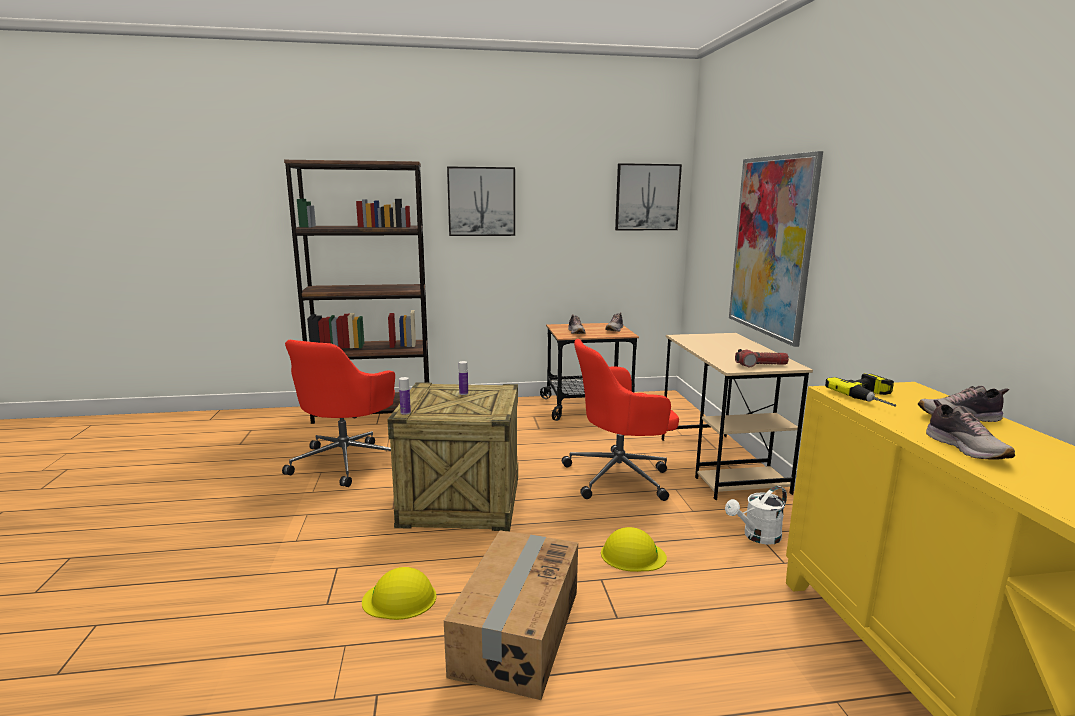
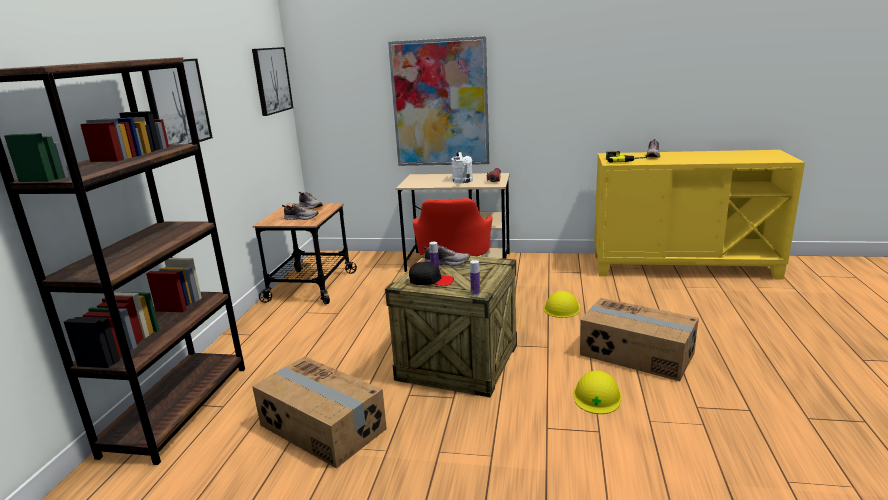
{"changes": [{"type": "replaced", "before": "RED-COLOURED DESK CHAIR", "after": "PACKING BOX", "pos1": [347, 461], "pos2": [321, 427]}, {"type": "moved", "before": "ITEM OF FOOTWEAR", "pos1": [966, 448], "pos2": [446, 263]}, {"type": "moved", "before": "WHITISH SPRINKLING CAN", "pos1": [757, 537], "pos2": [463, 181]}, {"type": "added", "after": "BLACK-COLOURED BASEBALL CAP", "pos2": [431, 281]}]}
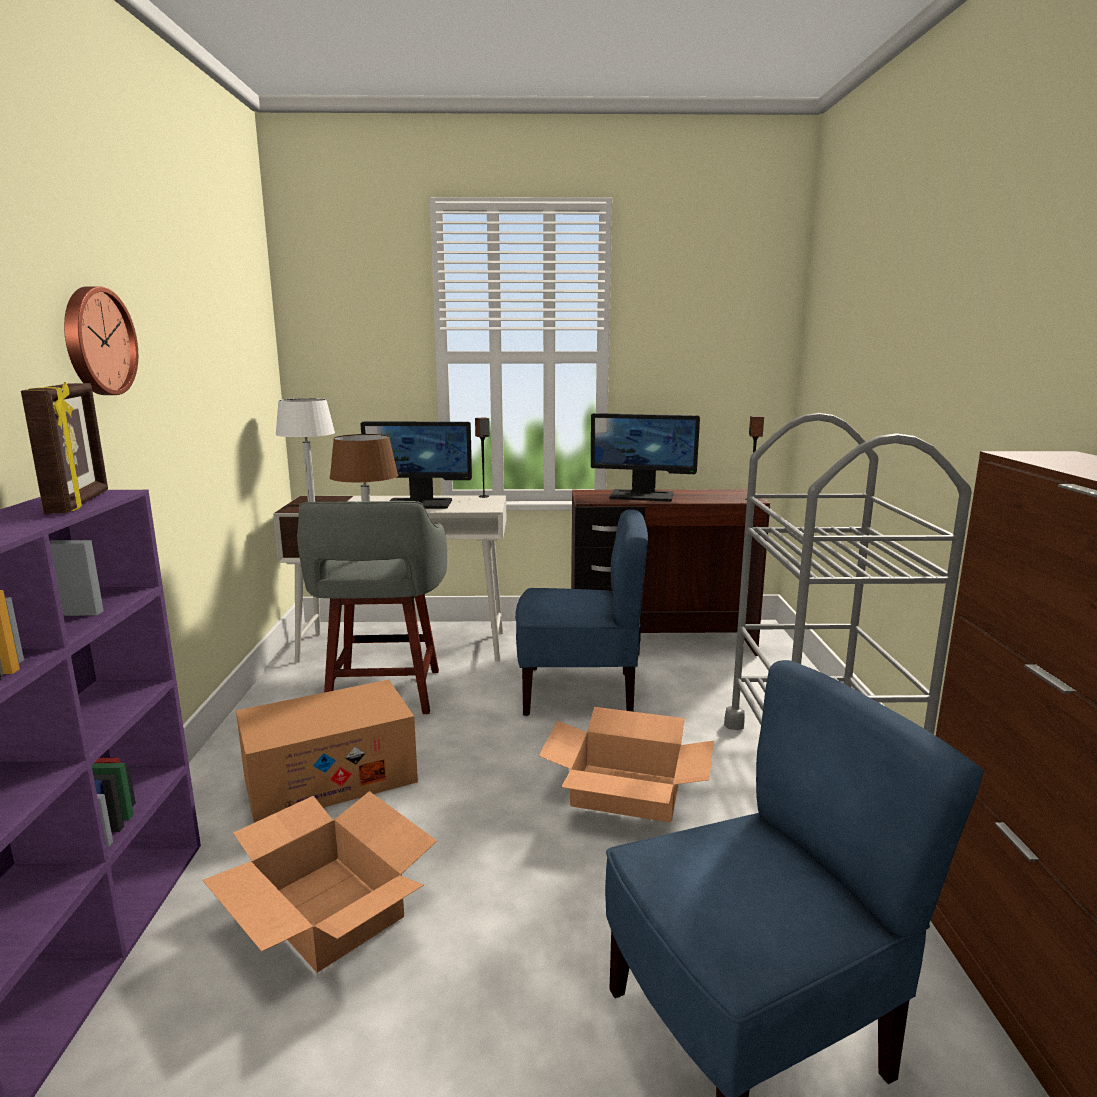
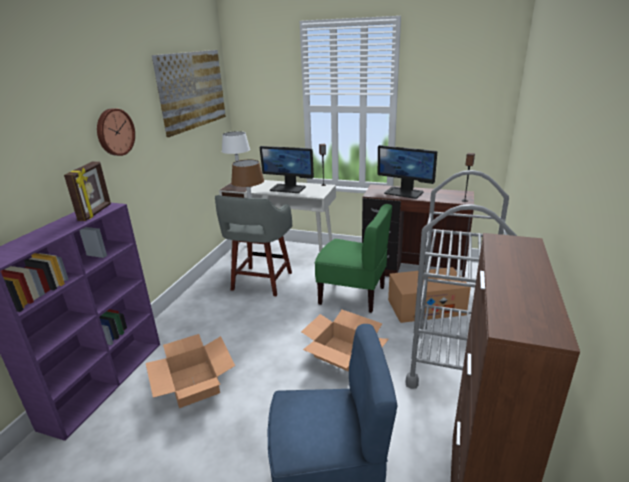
{"changes": [{"type": "recoloured", "before": "BLUE-COLOURED CHAIR", "after": "GREENISH CHAIR", "pos1": [579, 692], "pos2": [352, 295]}, {"type": "moved", "before": "PACKING BOX", "pos1": [330, 778], "pos2": [426, 307]}, {"type": "added", "after": "WALL ART", "pos2": [192, 90]}]}
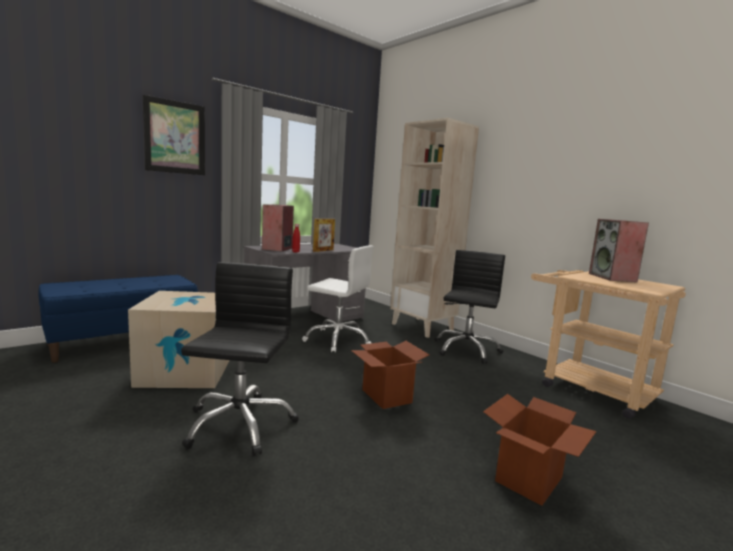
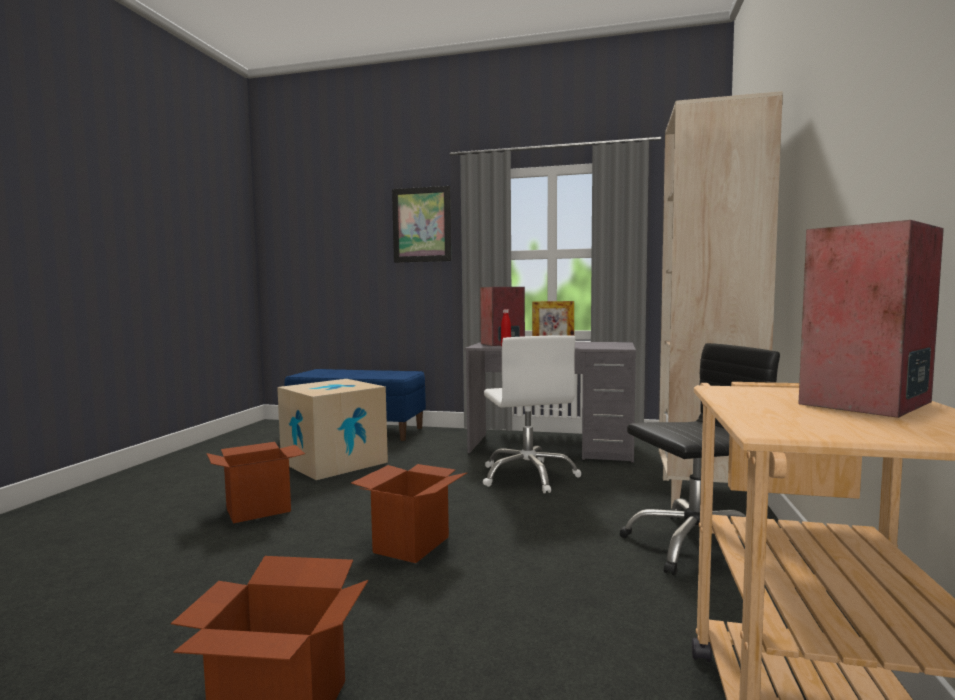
{"changes": [{"type": "replaced", "before": "BLACK-COLOURED DESK CHAIR", "after": "PACKING BOX", "pos1": [239, 424], "pos2": [259, 510]}]}
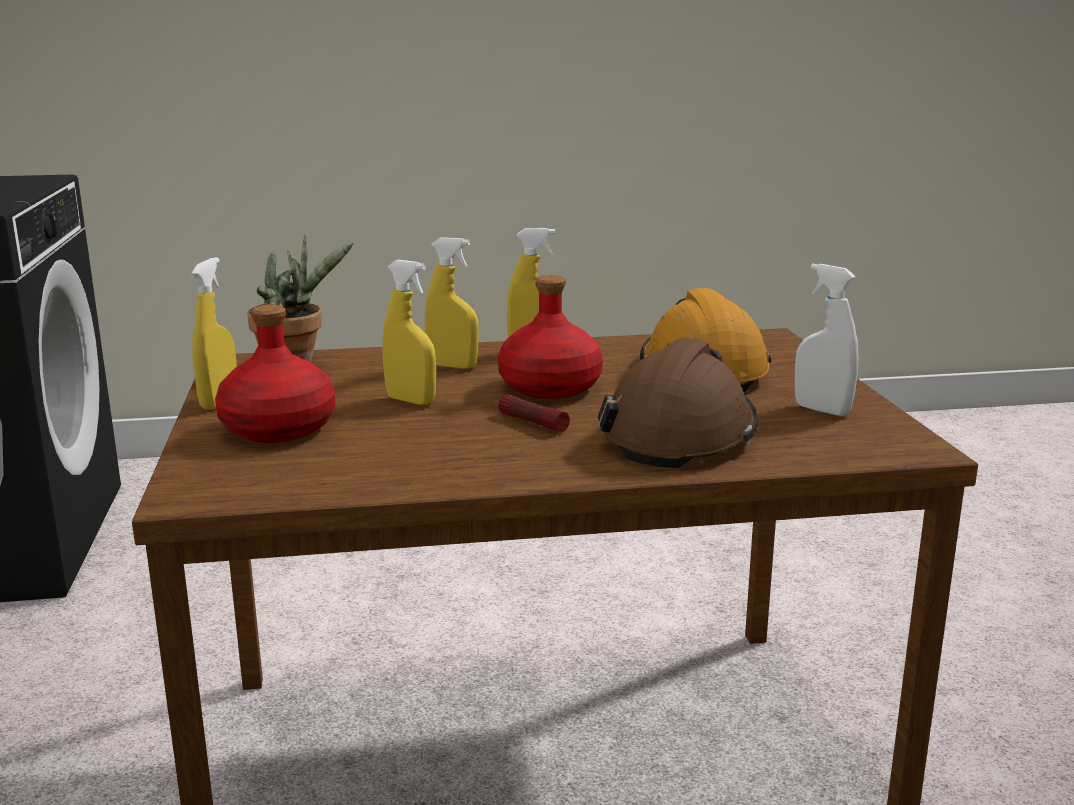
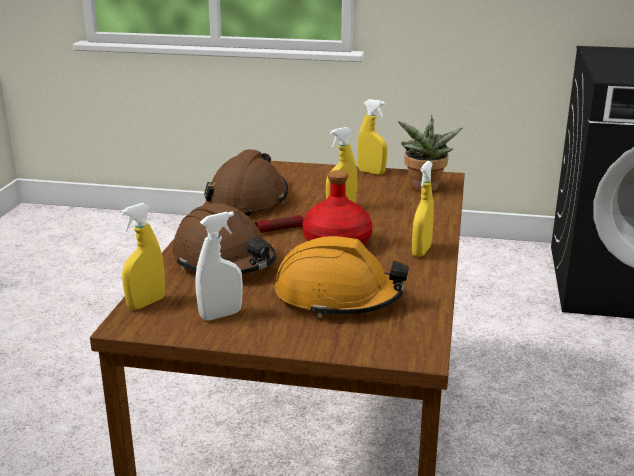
{"changes": [{"type": "moved", "before": "YELLOW-COLOURED HAND SPRAYER", "pos1": [452, 366], "pos2": [146, 303]}, {"type": "removed", "before": "RED-COLOURED DRINK BOTTLE", "pos1": [279, 428]}, {"type": "added", "after": "BROWN WORK HELMET", "pos2": [248, 200]}]}
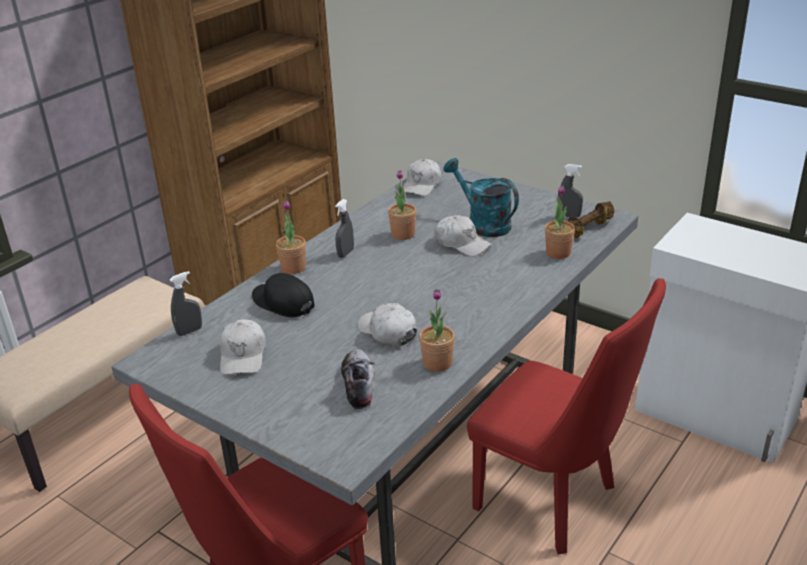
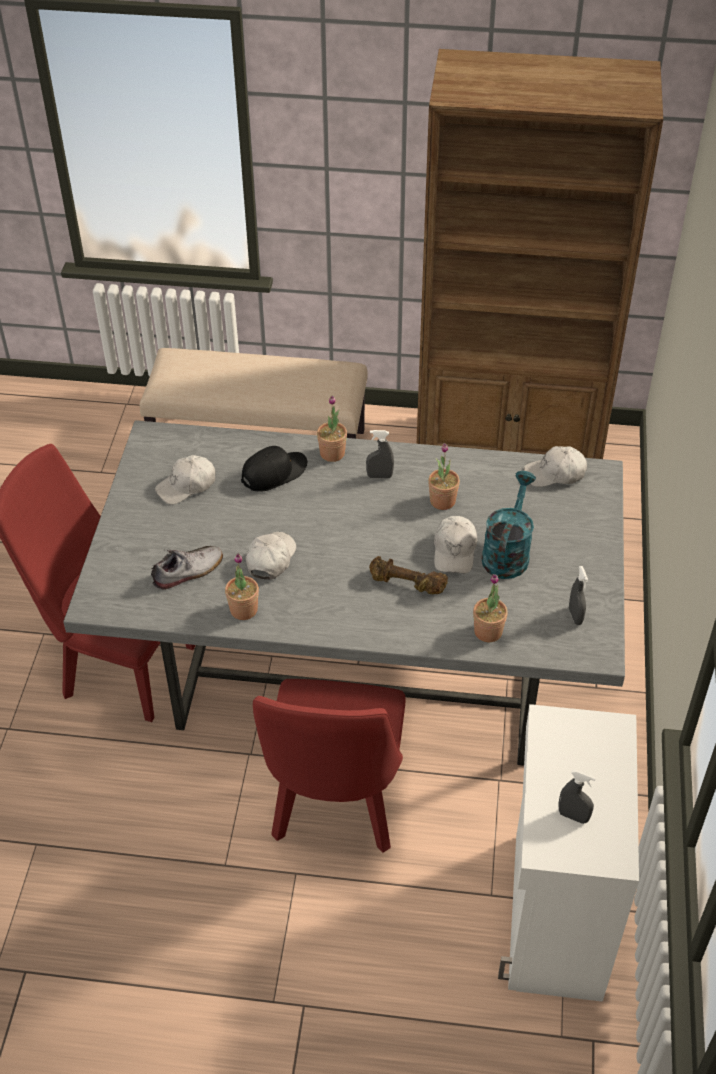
{"changes": [{"type": "moved", "before": "BROWN DUMBBELL", "pos1": [587, 229], "pos2": [406, 584]}, {"type": "moved", "before": "GREYISH HAND SPRAYER", "pos1": [189, 331], "pos2": [573, 816]}, {"type": "turned", "before": "BLACK-COLOURED BASEBALL CAP", "pos1": [283, 302], "pos2": [274, 473], "turn": 45}]}
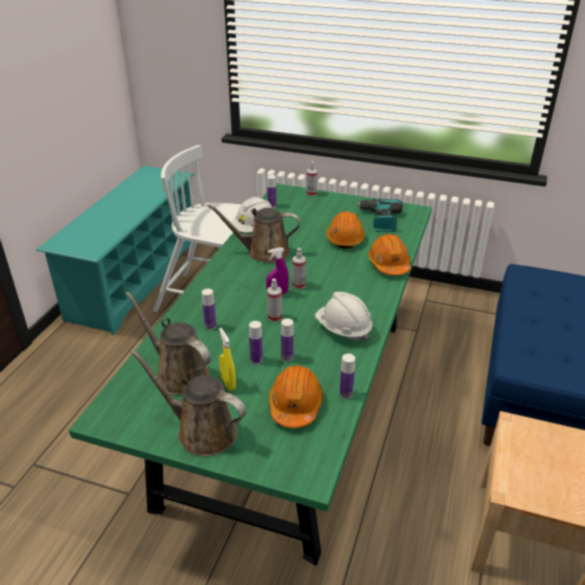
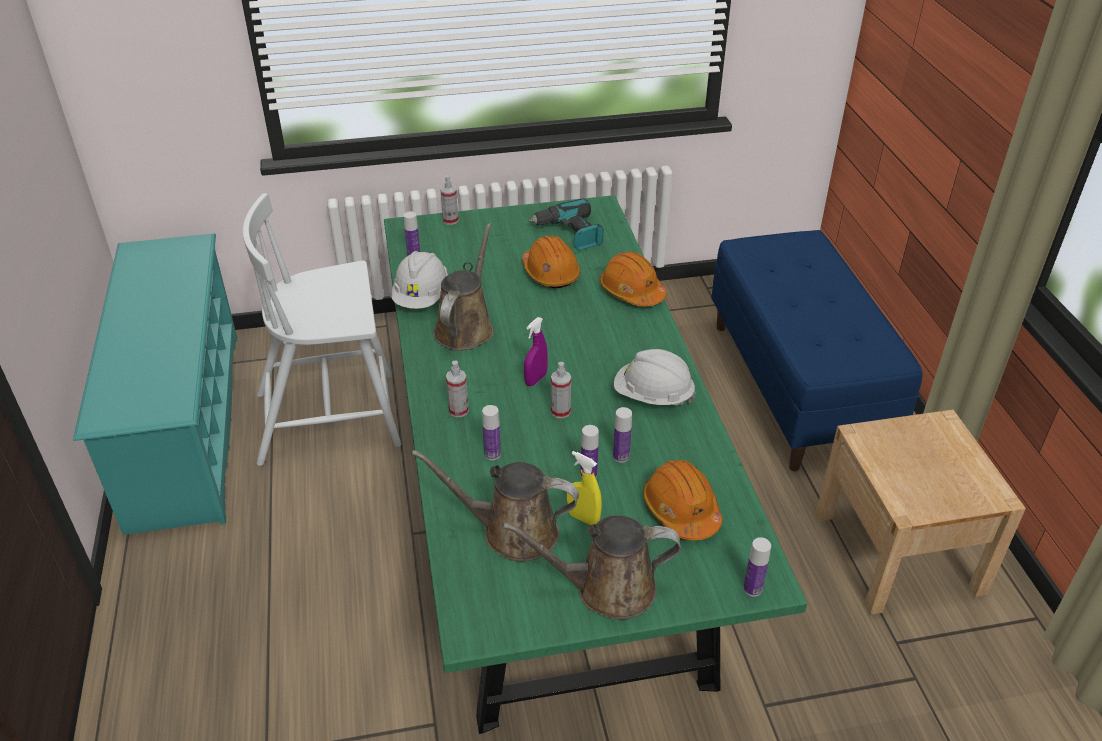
{"changes": [{"type": "turned", "before": "BROWN SPRINKLING CAN", "pos1": [264, 252], "pos2": [466, 327], "turn": 135}, {"type": "moved", "before": "HAND SPRAYER", "pos1": [298, 285], "pos2": [458, 410]}, {"type": "moved", "before": "DRINK BOTTLE", "pos1": [346, 394], "pos2": [752, 588]}]}
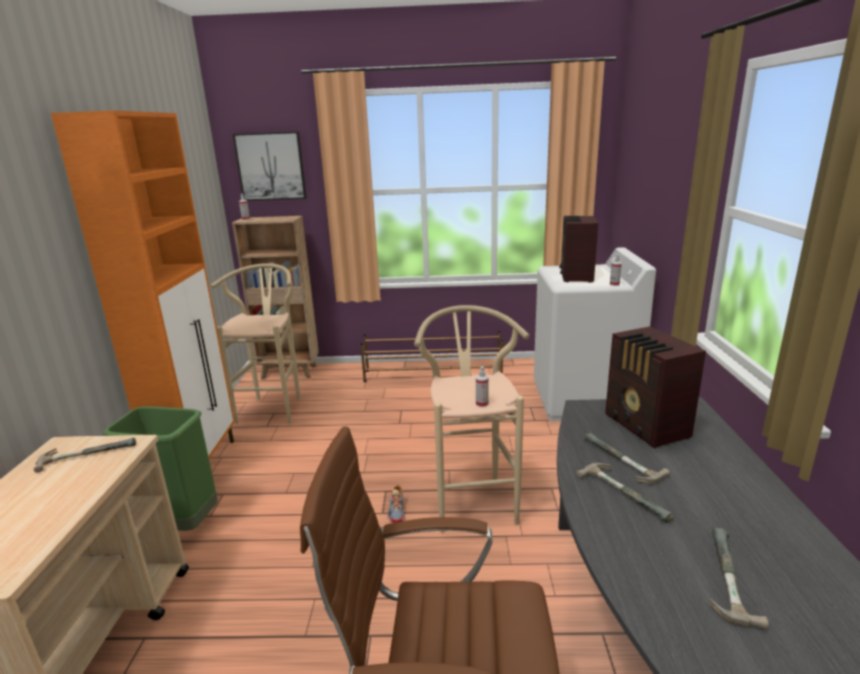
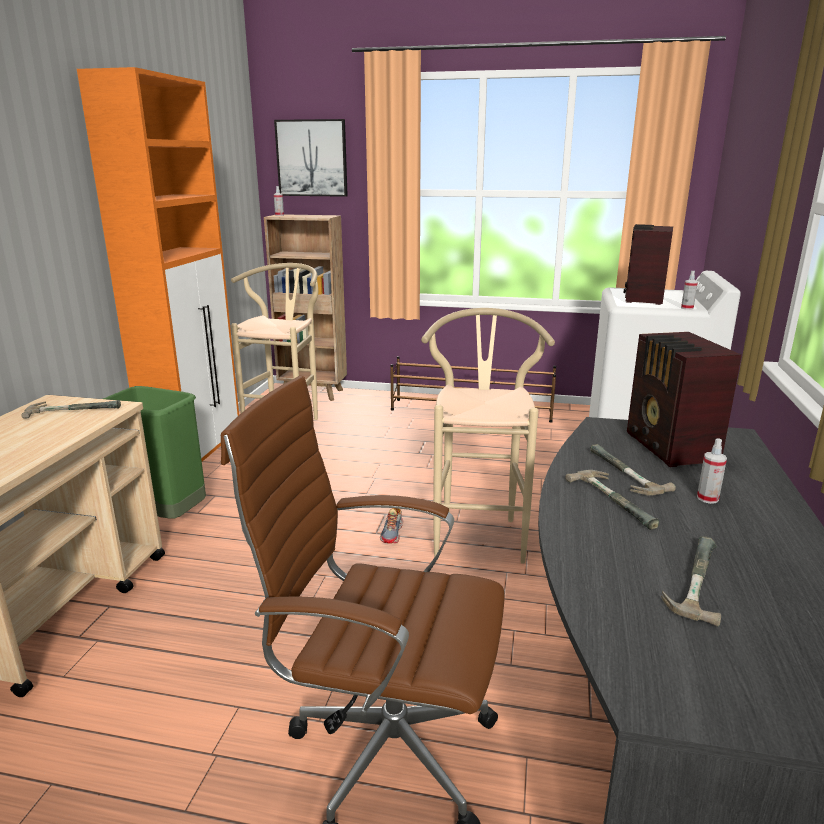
{"changes": [{"type": "moved", "before": "HAND SPRAYER", "pos1": [482, 404], "pos2": [707, 498]}]}
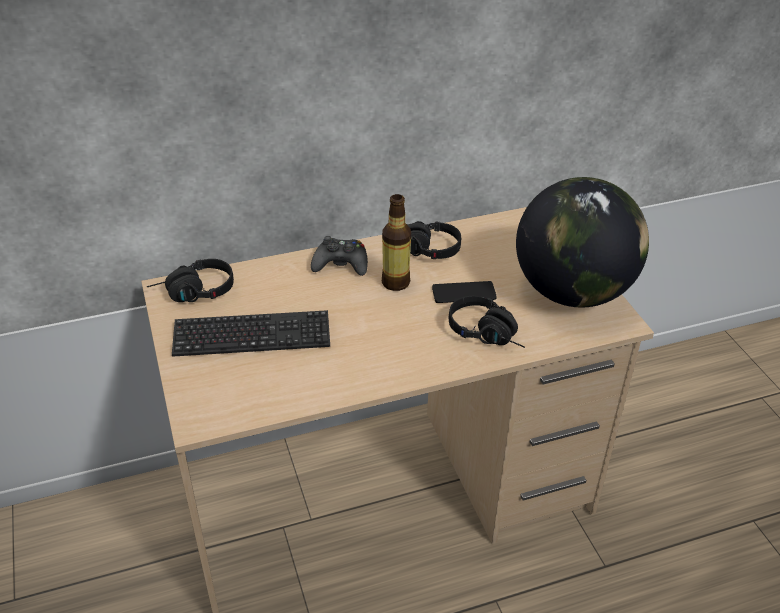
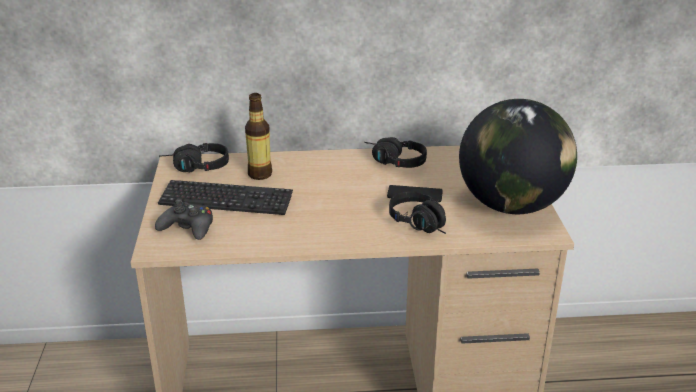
{"changes": [{"type": "moved", "before": "DRINK BOTTLE", "pos1": [395, 282], "pos2": [260, 174]}, {"type": "moved", "before": "BLACK-COLOURED JOYPAD", "pos1": [341, 264], "pos2": [188, 228]}]}
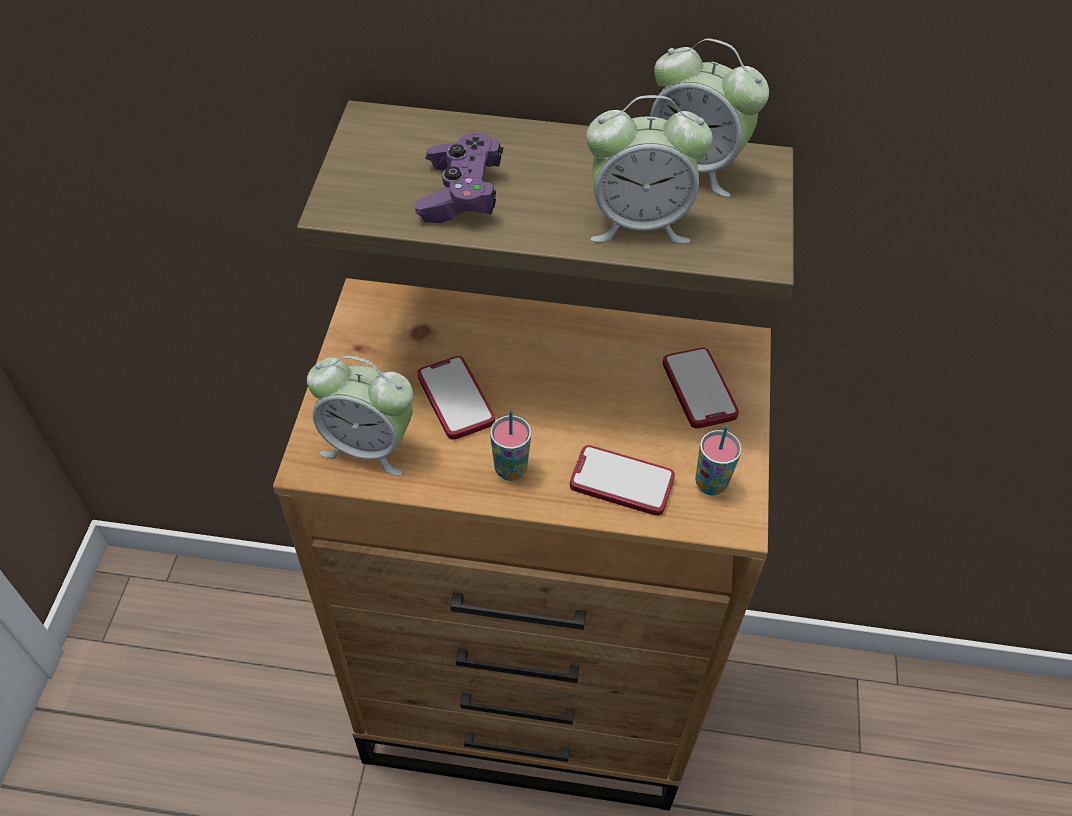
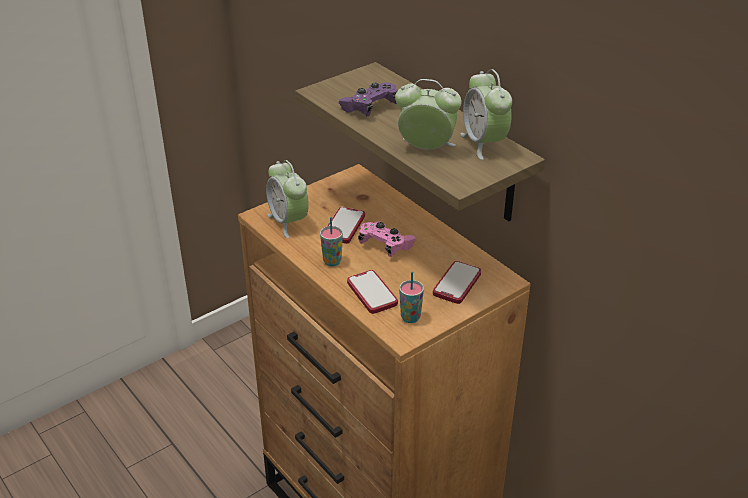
{"changes": [{"type": "turned", "before": "BEDSIDE CLOCK", "pos1": [638, 222], "pos2": [426, 149], "turn": 150}, {"type": "added", "after": "PINK-COLOURED JOYPAD", "pos2": [385, 245]}]}
